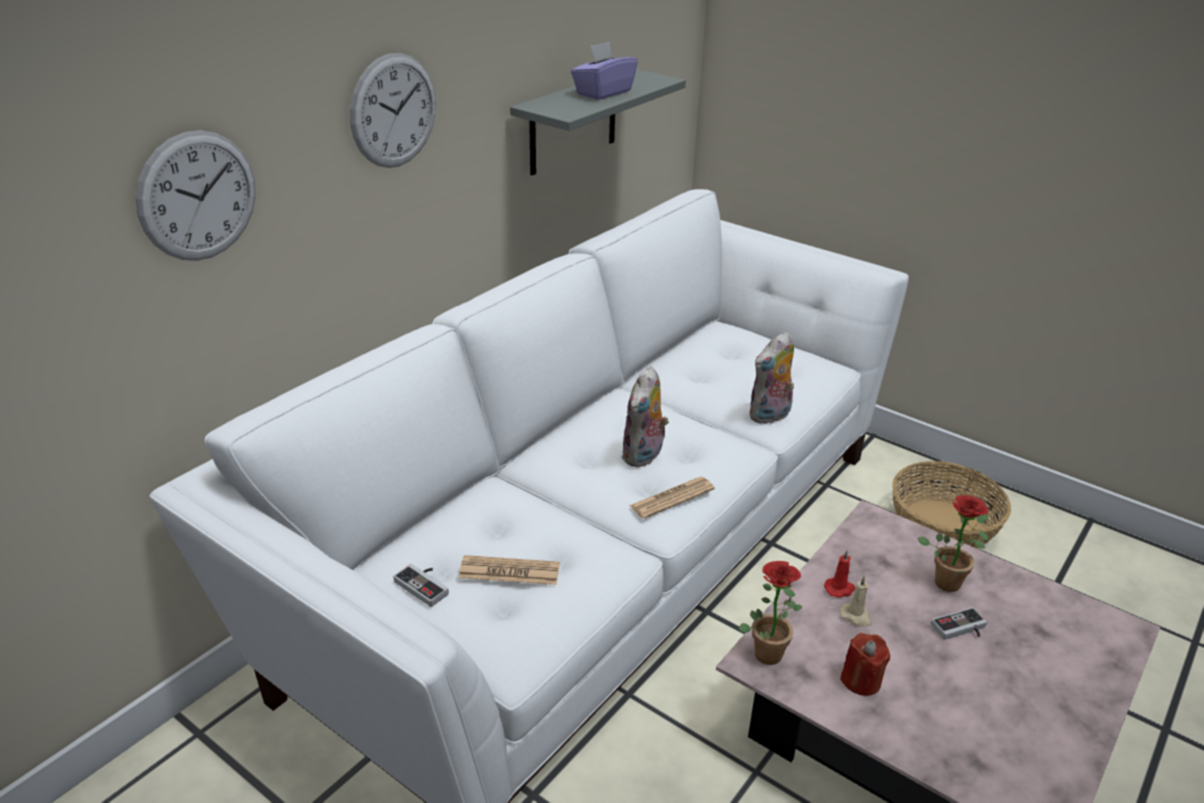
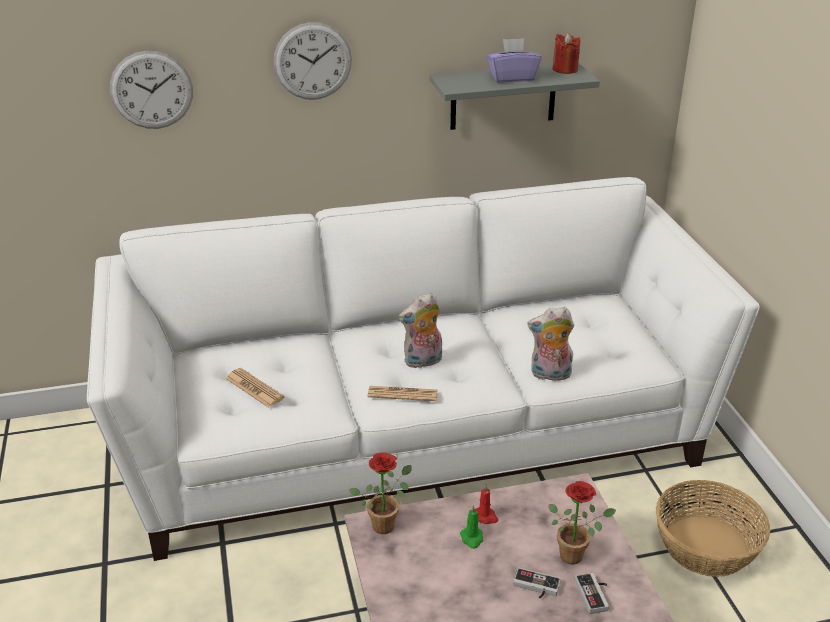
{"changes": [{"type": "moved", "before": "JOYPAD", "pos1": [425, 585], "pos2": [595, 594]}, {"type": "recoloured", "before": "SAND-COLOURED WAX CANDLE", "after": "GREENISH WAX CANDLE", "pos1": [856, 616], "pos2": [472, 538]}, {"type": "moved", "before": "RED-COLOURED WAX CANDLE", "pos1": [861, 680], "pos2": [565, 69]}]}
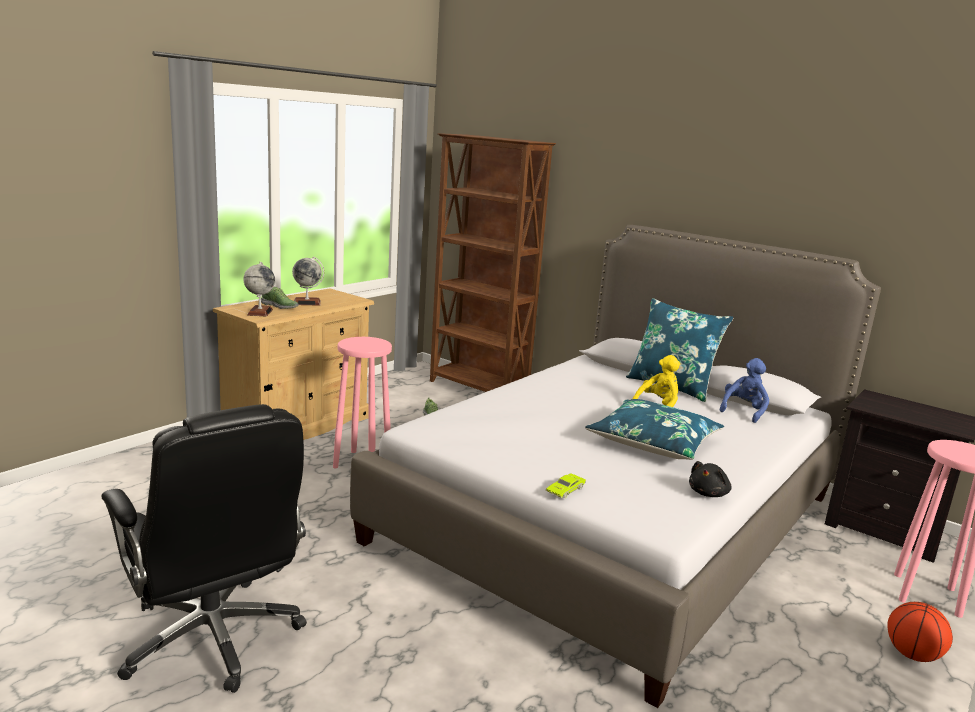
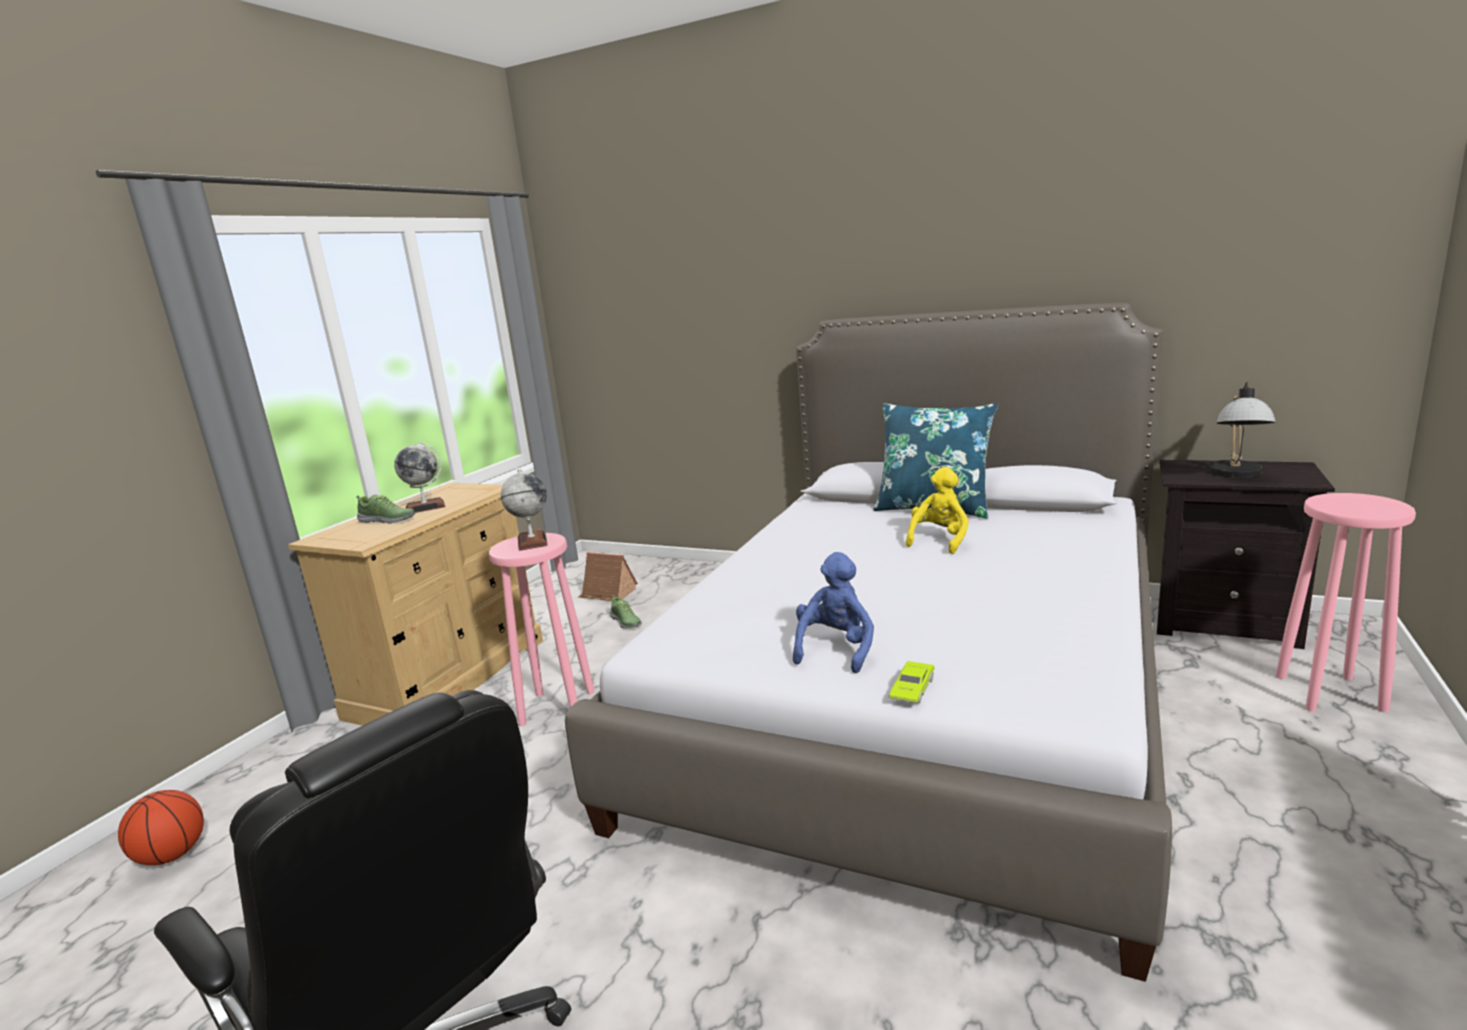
{"changes": [{"type": "removed", "before": "BROWN SHELVING UNIT", "pos1": [478, 389]}, {"type": "moved", "before": "GLOBE", "pos1": [260, 312], "pos2": [532, 541]}, {"type": "moved", "before": "BLUE-COLOURED PLUSH TOY", "pos1": [743, 411], "pos2": [836, 649]}, {"type": "removed", "before": "BLUE-COLOURED CUSHION", "pos1": [653, 442]}, {"type": "removed", "before": "BLACK-COLOURED PLUSH TOY", "pos1": [709, 493]}, {"type": "moved", "before": "BALL FOR BASKETBALL", "pos1": [912, 654], "pos2": [172, 855]}, {"type": "added", "after": "TABLETOP LAMP", "pos2": [1236, 475]}, {"type": "added", "after": "TOY HOUSE", "pos2": [608, 593]}]}
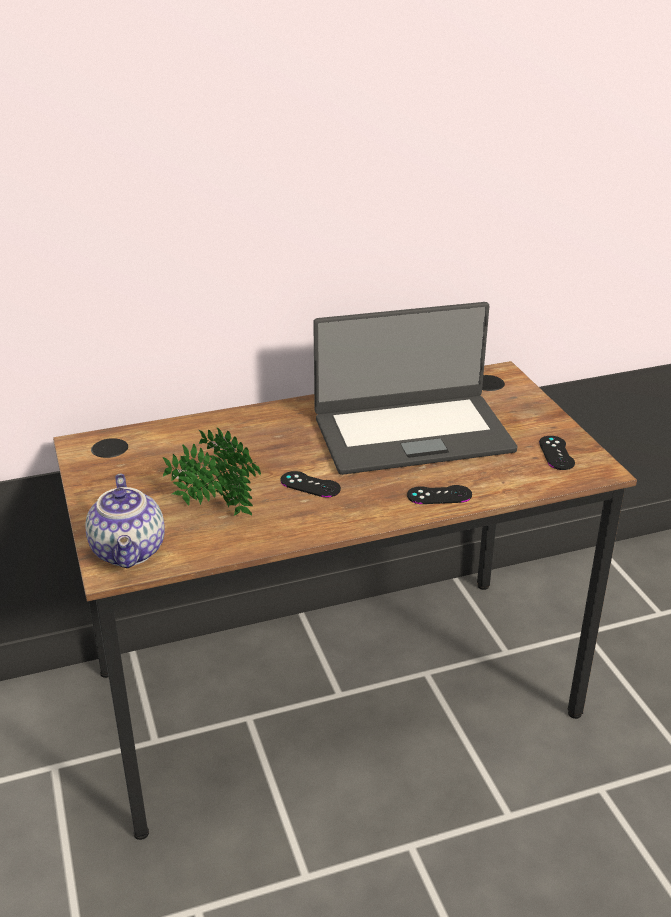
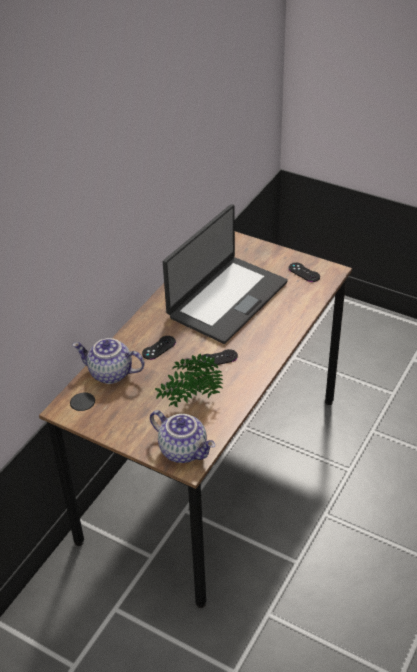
{"changes": [{"type": "moved", "before": "BLACK-COLOURED JOYPAD", "pos1": [439, 495], "pos2": [159, 348]}, {"type": "added", "after": "TEAPOT", "pos2": [110, 374]}]}
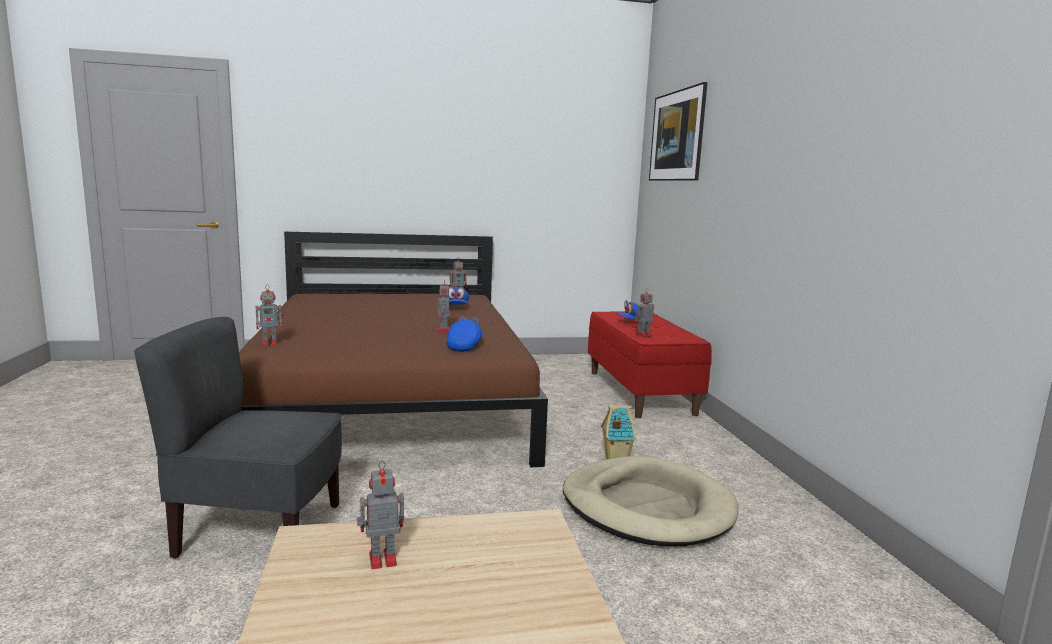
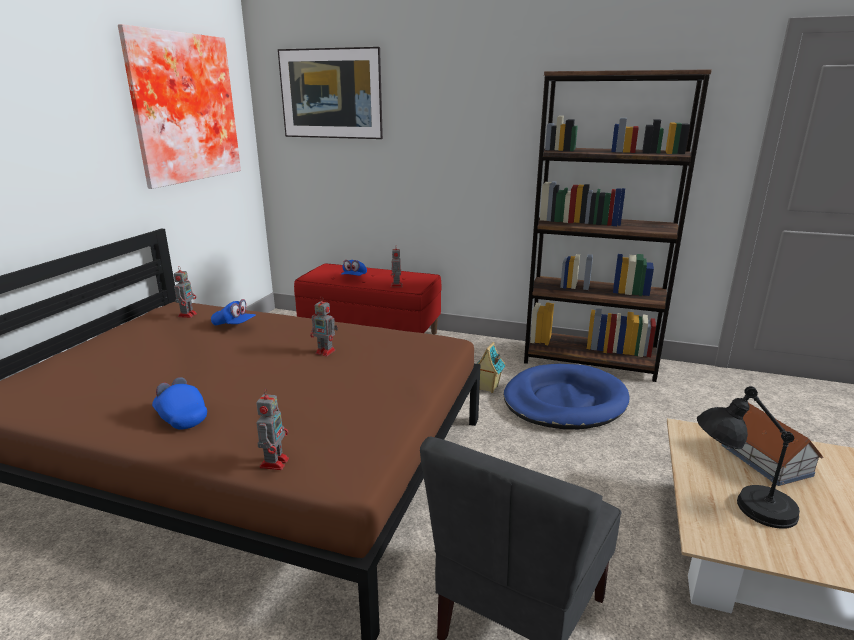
{"changes": [{"type": "moved", "before": "BLUE-COLOURED BASEBALL CAP", "pos1": [465, 346], "pos2": [181, 417]}, {"type": "recoloured", "before": "SAND-COLOURED PET BED", "after": "BLUE-COLOURED PET BED", "pos1": [647, 507], "pos2": [564, 401]}, {"type": "replaced", "before": "MODEL ROBOT", "after": "BLACK-COLOURED TABLETOP LAMP", "pos1": [380, 559], "pos2": [739, 506]}, {"type": "added", "after": "WALL ART", "pos2": [182, 108]}, {"type": "added", "after": "BROWN SHELVING UNIT", "pos2": [590, 361]}, {"type": "added", "after": "TOY HOUSE", "pos2": [765, 460]}]}
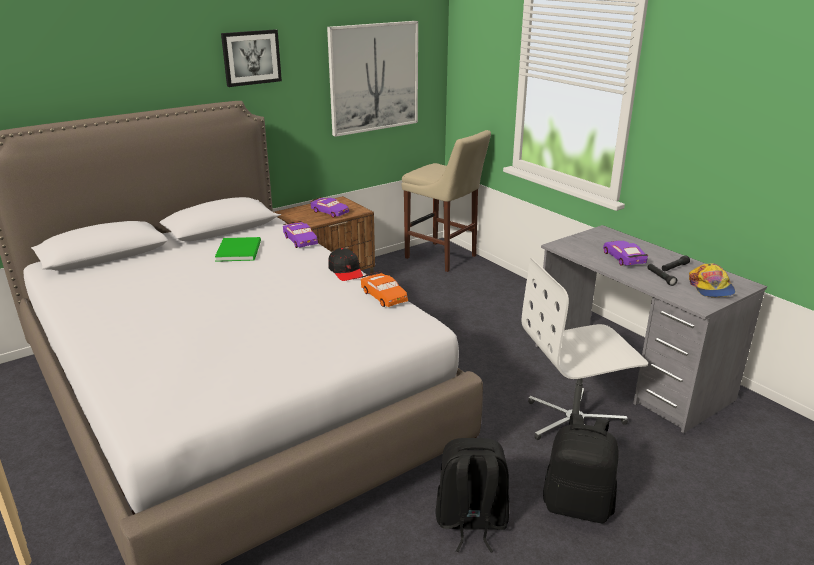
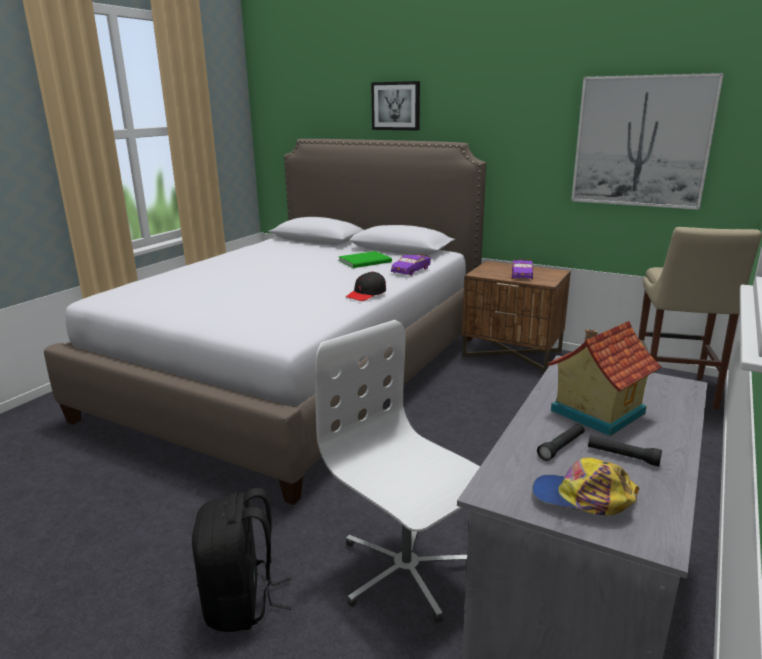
{"changes": [{"type": "moved", "before": "WALL ART", "pos1": [251, 57], "pos2": [396, 106]}, {"type": "replaced", "before": "PURPLE-COLOURED MODEL CAR", "after": "TOY HOUSE", "pos1": [623, 258], "pos2": [595, 411]}, {"type": "turned", "before": "BASEBALL CAP", "pos1": [711, 288], "pos2": [583, 499], "turn": 45}, {"type": "removed", "before": "ORANGE-COLOURED MODEL CAR", "pos1": [384, 296]}, {"type": "removed", "before": "BLACK-COLOURED KNAPSACK", "pos1": [471, 523]}]}
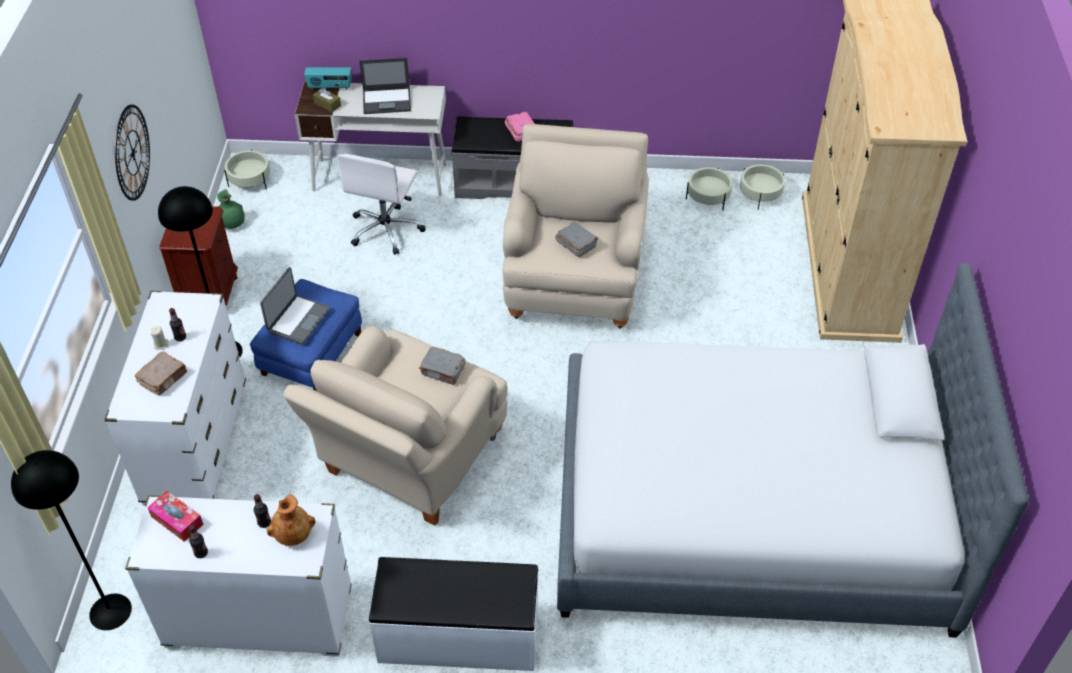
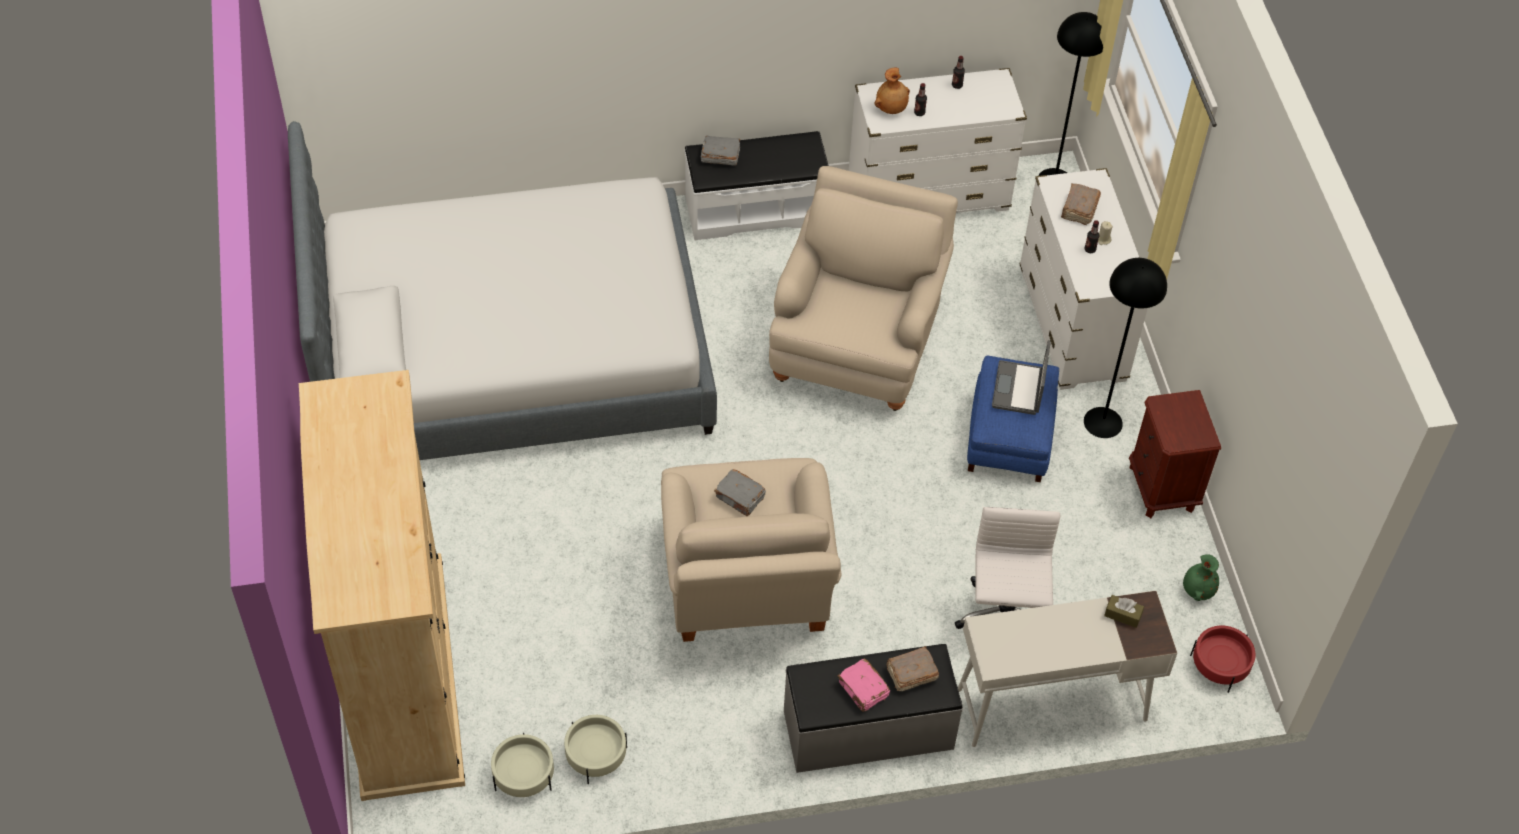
{"changes": [{"type": "removed", "before": "LAPTOP", "pos1": [387, 101]}, {"type": "removed", "before": "RADIO", "pos1": [330, 87]}, {"type": "removed", "before": "HANGING CLOCK", "pos1": [132, 152]}, {"type": "recoloured", "before": "SAND-COLOURED PLANTER", "after": "RED-COLOURED PLANTER", "pos1": [250, 180], "pos2": [1220, 665]}, {"type": "moved", "before": "GREYISH BOUND BOOK", "pos1": [443, 371], "pos2": [720, 156]}, {"type": "removed", "before": "TISSUE BOX", "pos1": [177, 520]}, {"type": "added", "after": "BROWN BOUND BOOK", "pos2": [910, 674]}]}
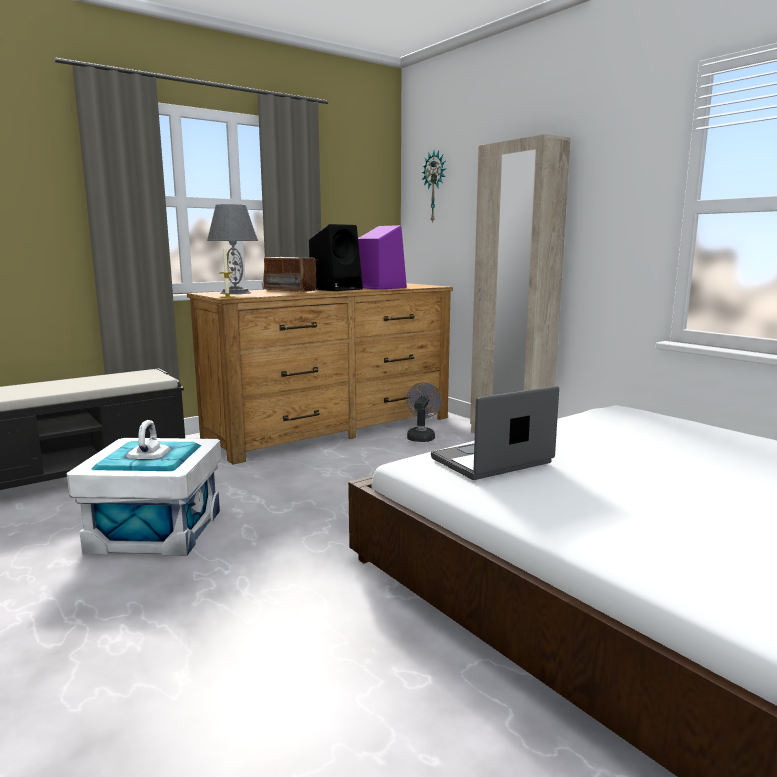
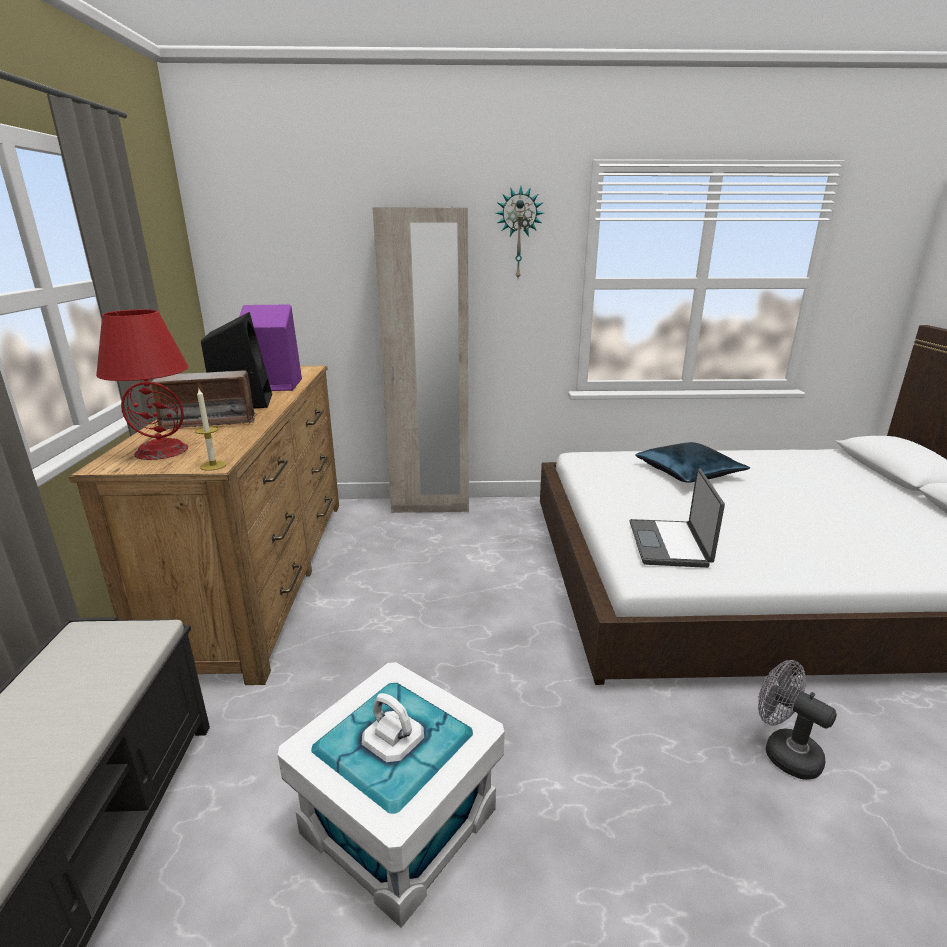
{"changes": [{"type": "moved", "before": "HANGING CLOCK", "pos1": [435, 187], "pos2": [518, 234]}, {"type": "recoloured", "before": "GREYISH TABLETOP LAMP", "after": "RED-COLOURED TABLETOP LAMP", "pos1": [235, 293], "pos2": [161, 451]}, {"type": "moved", "before": "GREYISH FAN", "pos1": [421, 436], "pos2": [783, 752]}, {"type": "added", "after": "BLUE-COLOURED CUSHION", "pos2": [689, 472]}]}
